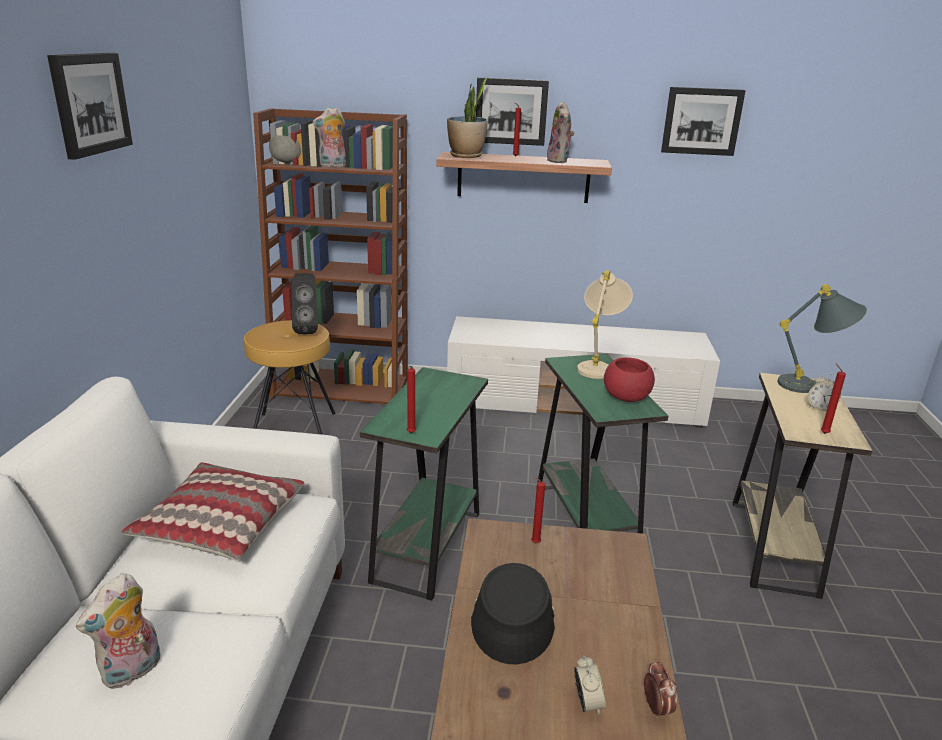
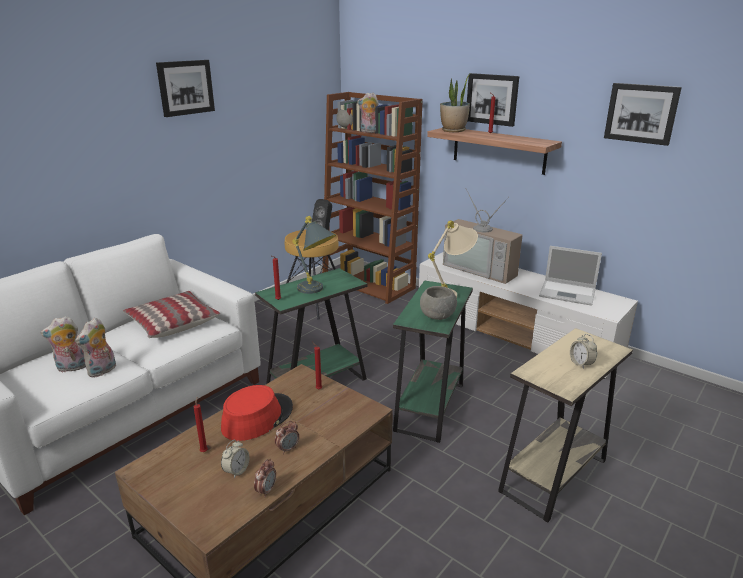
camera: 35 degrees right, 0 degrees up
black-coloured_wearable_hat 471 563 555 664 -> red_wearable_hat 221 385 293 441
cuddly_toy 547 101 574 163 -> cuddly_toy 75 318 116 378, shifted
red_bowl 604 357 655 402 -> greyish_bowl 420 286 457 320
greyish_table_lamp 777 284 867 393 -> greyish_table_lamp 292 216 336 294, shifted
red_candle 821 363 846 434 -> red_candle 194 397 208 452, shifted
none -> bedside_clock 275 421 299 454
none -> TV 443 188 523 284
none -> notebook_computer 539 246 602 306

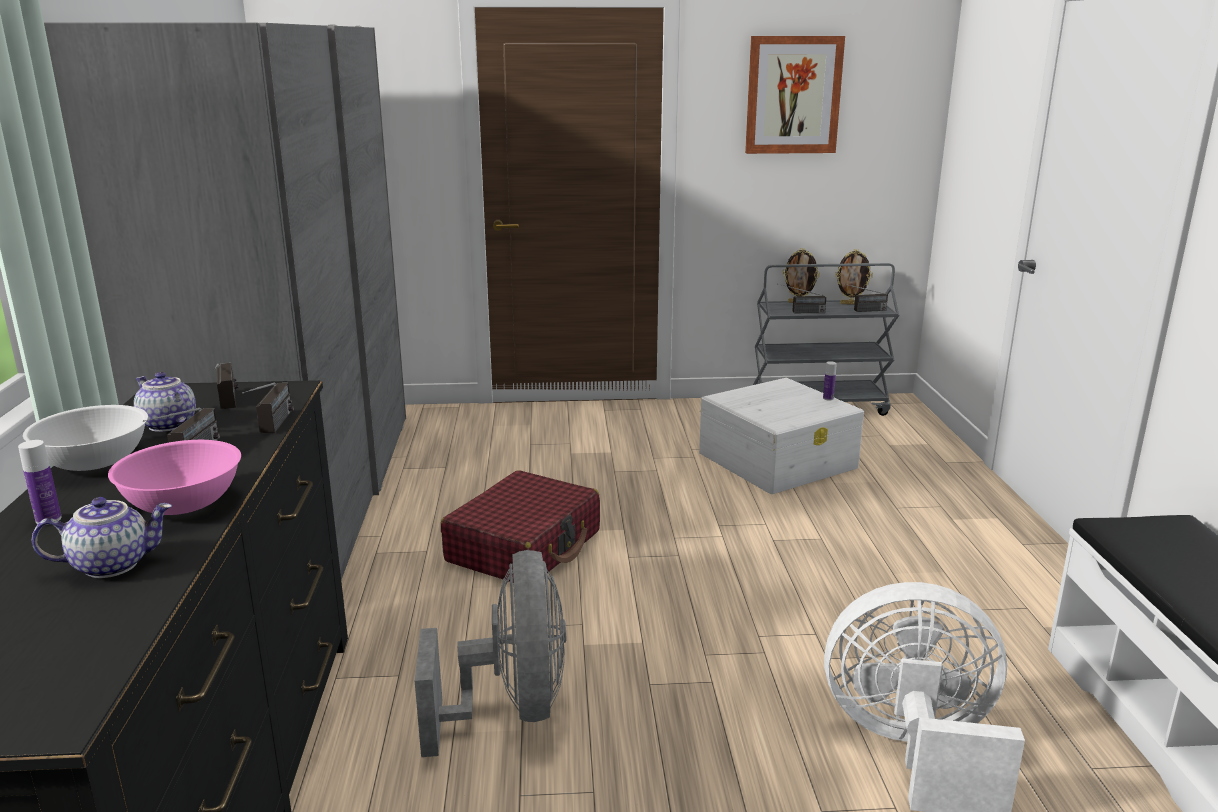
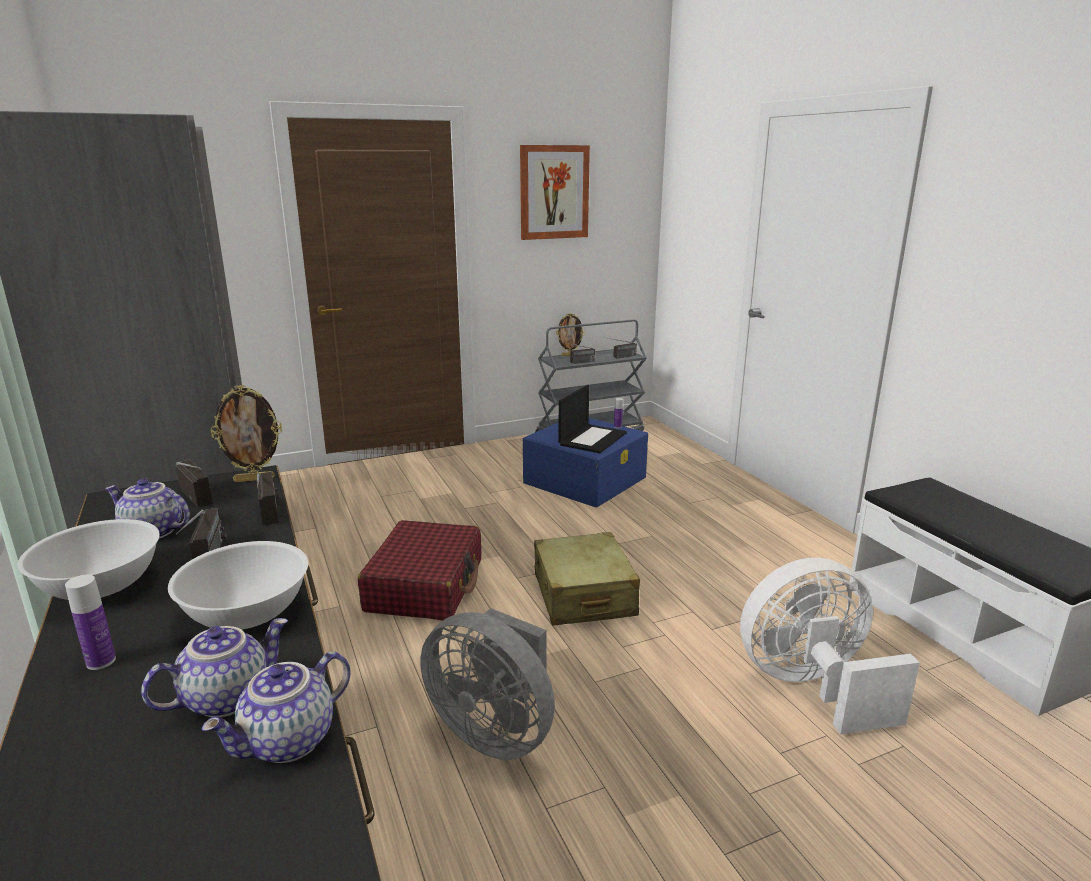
camera: 20 degrees left, 0 degrees up
pink-coloured_bowl 108 440 241 515 -> white_bowl 168 541 308 630
greyish_fan 415 550 566 757 -> greyish_fan 421 608 555 760, 150 degrees clockwise
white_storage_container 699 378 864 494 -> blue_storage_container 522 418 648 507
photo_frame 835 249 873 305 -> photo_frame 210 385 282 482, shifted
none -> teapot 202 651 351 763
none -> beige_piece_of_luggage 534 532 640 626
none -> notebook_computer 558 385 627 453

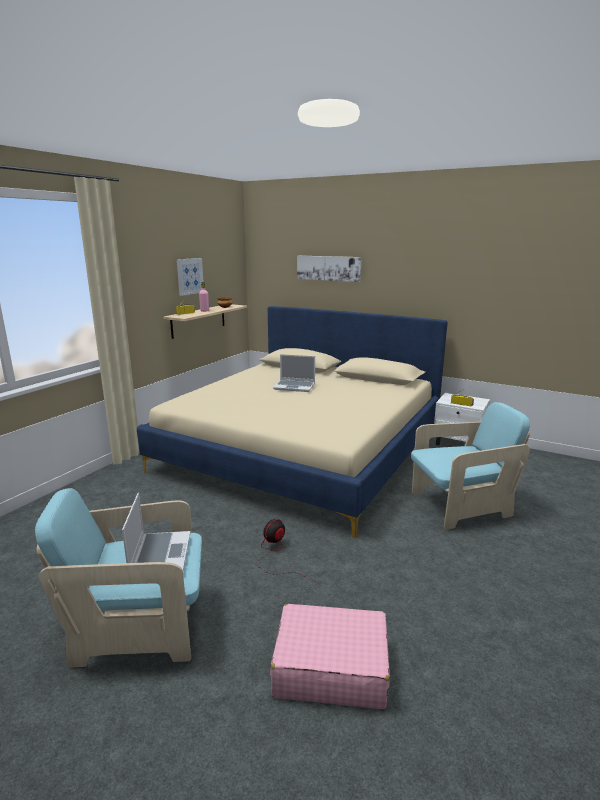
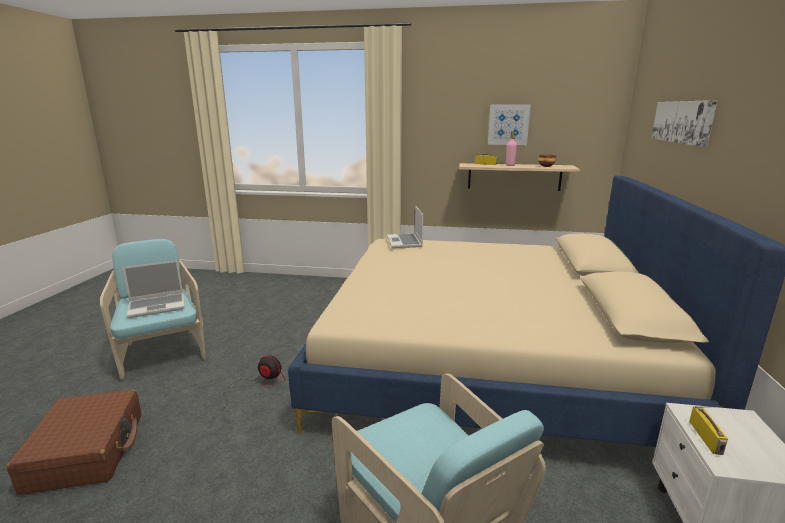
camera: 70 degrees right, 0 degrees up
pink-coloured_piece_of_luggage 270 604 390 709 -> brownish_piece_of_luggage 7 389 141 495
notebook_computer 273 354 315 392 -> notebook_computer 387 206 423 248, shifted

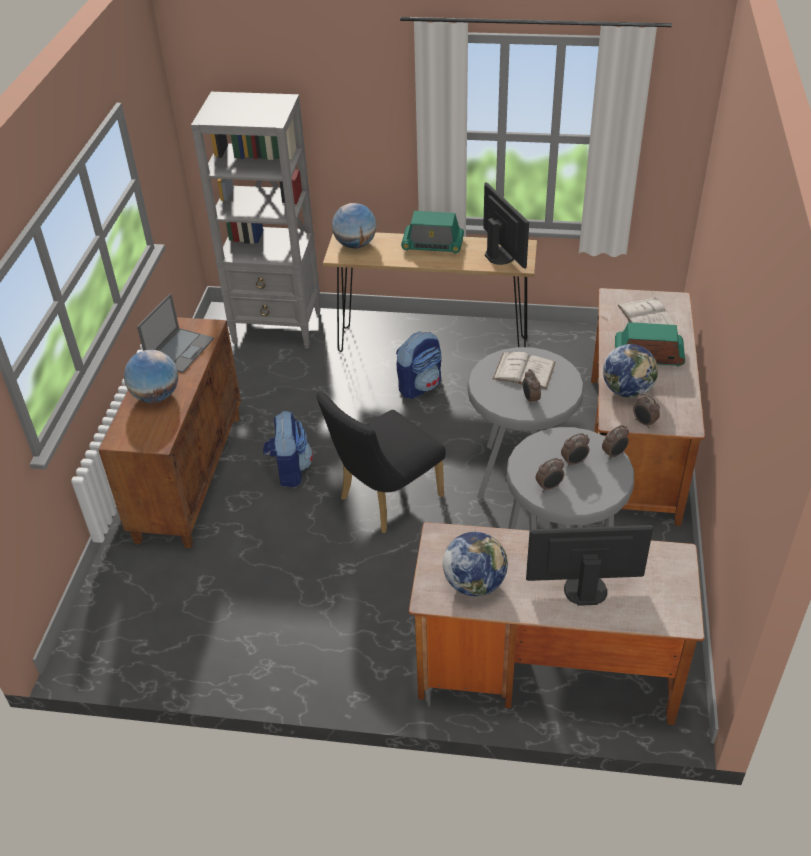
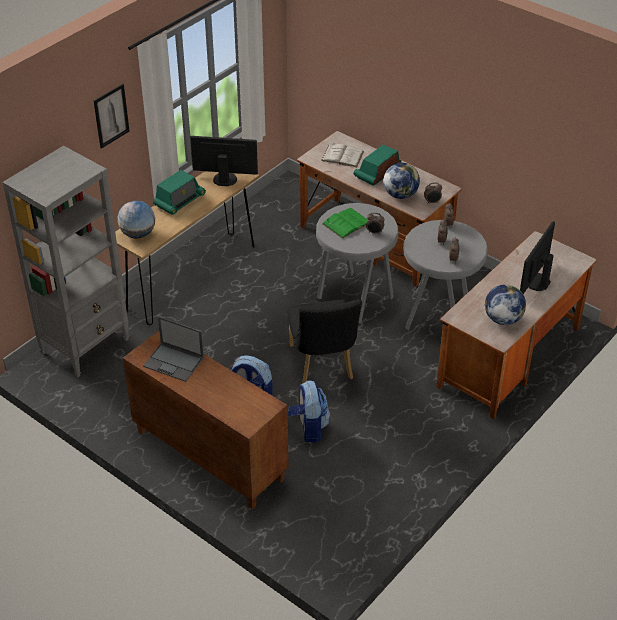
camera: 60 degrees left, 0 degrees up
world_globe 124 350 178 403 -> none
notebook_computer 137 293 214 373 -> notebook_computer 143 316 204 382, 150 degrees clockwise
knapsack 396 331 442 399 -> knapsack 288 380 330 443, shifted
white_volume 493 351 556 389 -> green_volume 322 208 368 239
none -> wall_picture 94 84 129 149

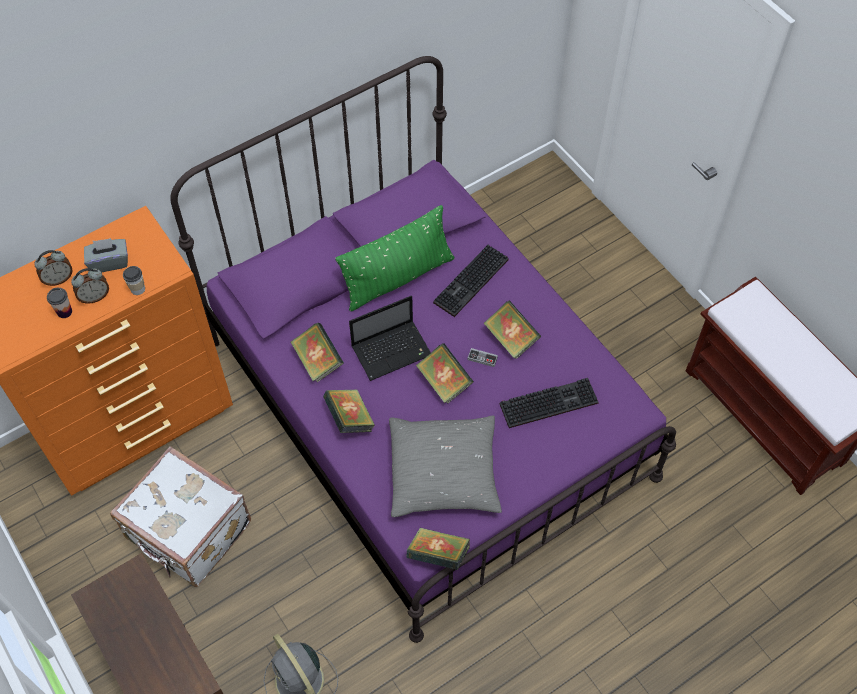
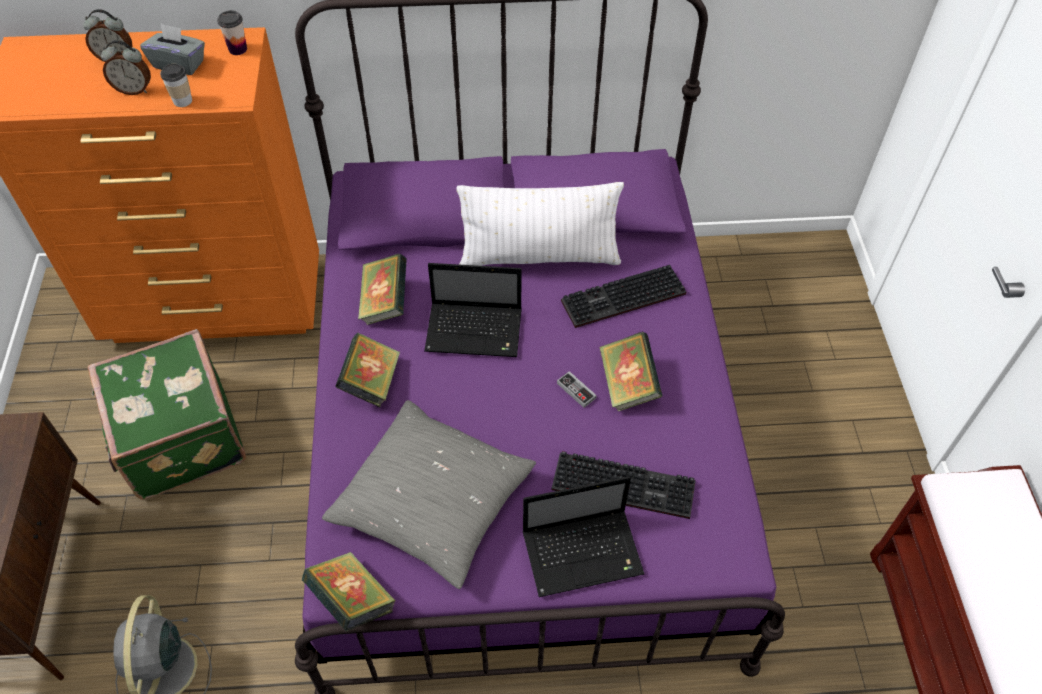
camera: 30 degrees right, 5 degrees down
cup 47 288 72 318 -> cup 217 10 247 55, shifted
white_piece_of_luggage 110 446 251 587 -> green_piece_of_luggage 88 329 246 499
green_cushion 335 205 455 311 -> white_cushion 456 182 624 266
volume 416 344 474 404 -> none
none -> notebook_computer 522 476 644 597

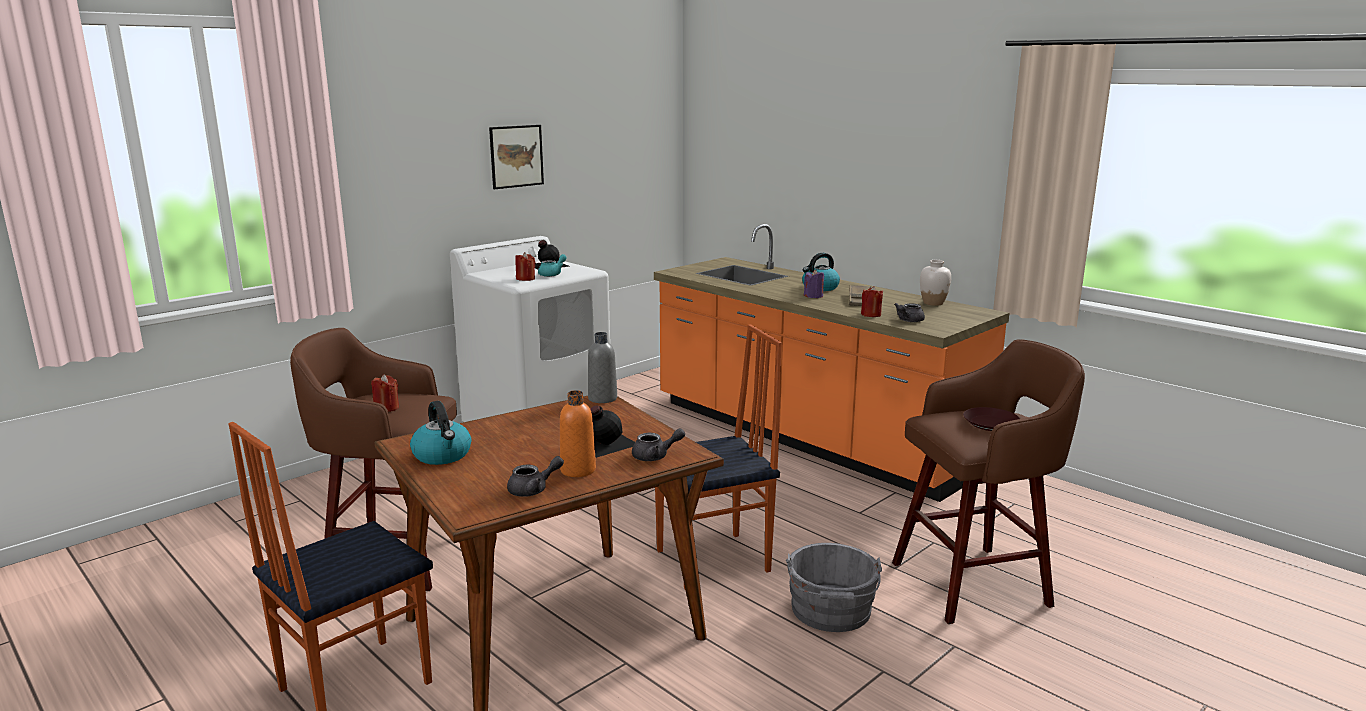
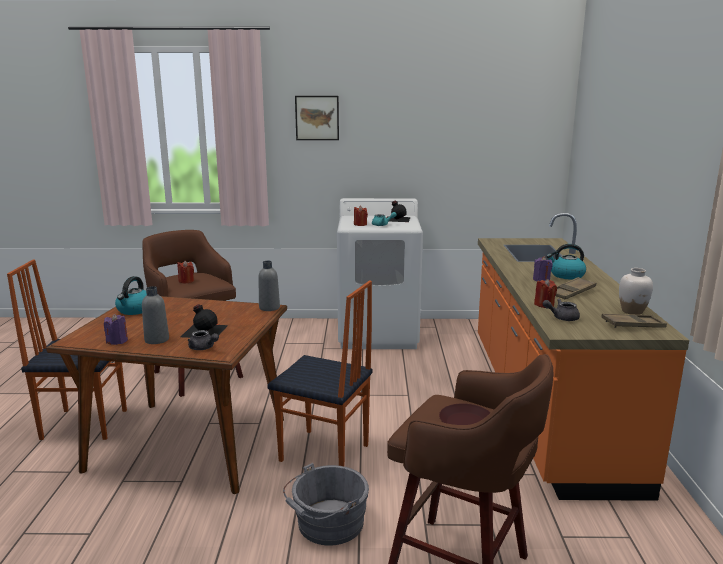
camera: 45 degrees right, 0 degrees up
wall_picture 489 125 544 189 -> wall_picture 295 96 339 140, shifted
greyish_teapot 507 456 564 497 -> purple_candle 104 314 128 345
orange-coloured_drink_bottle 560 390 596 477 -> greyish_drink_bottle 142 286 169 344
none -> brownish_serving_tray 602 313 667 328

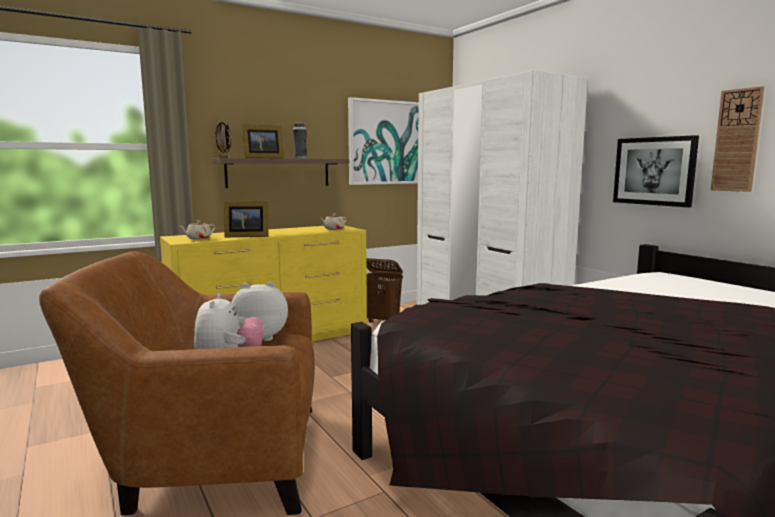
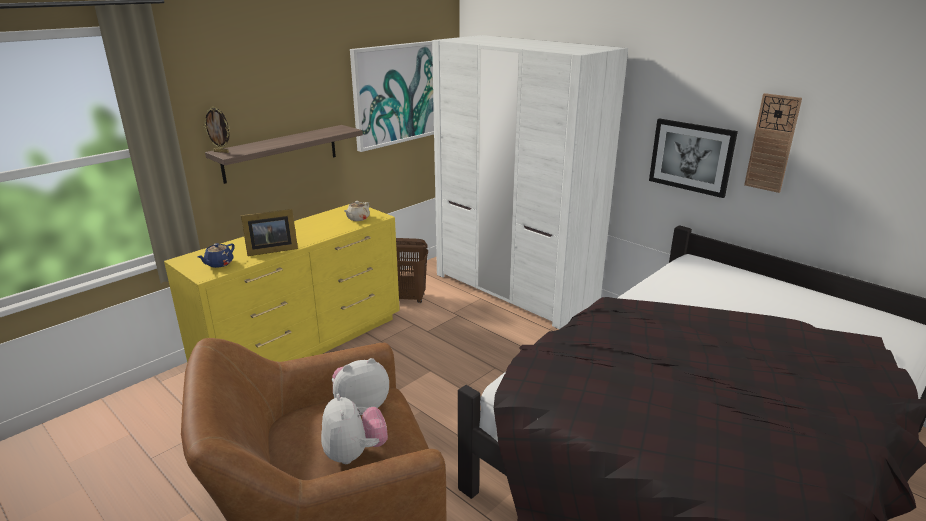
camera: 15 degrees left, 15 degrees up
beige_teapot 179 220 215 240 -> blue_teapot 198 243 235 268
photo_frame 242 124 284 158 -> none
flower_vase 293 123 307 159 -> none

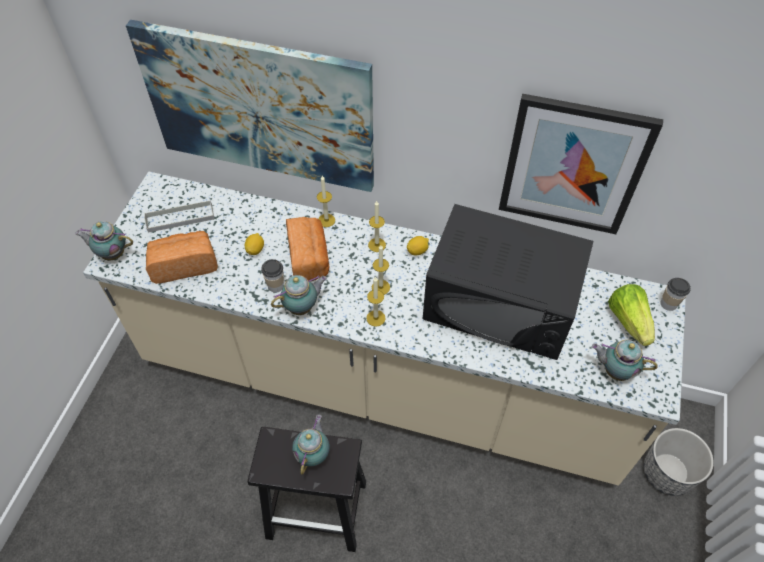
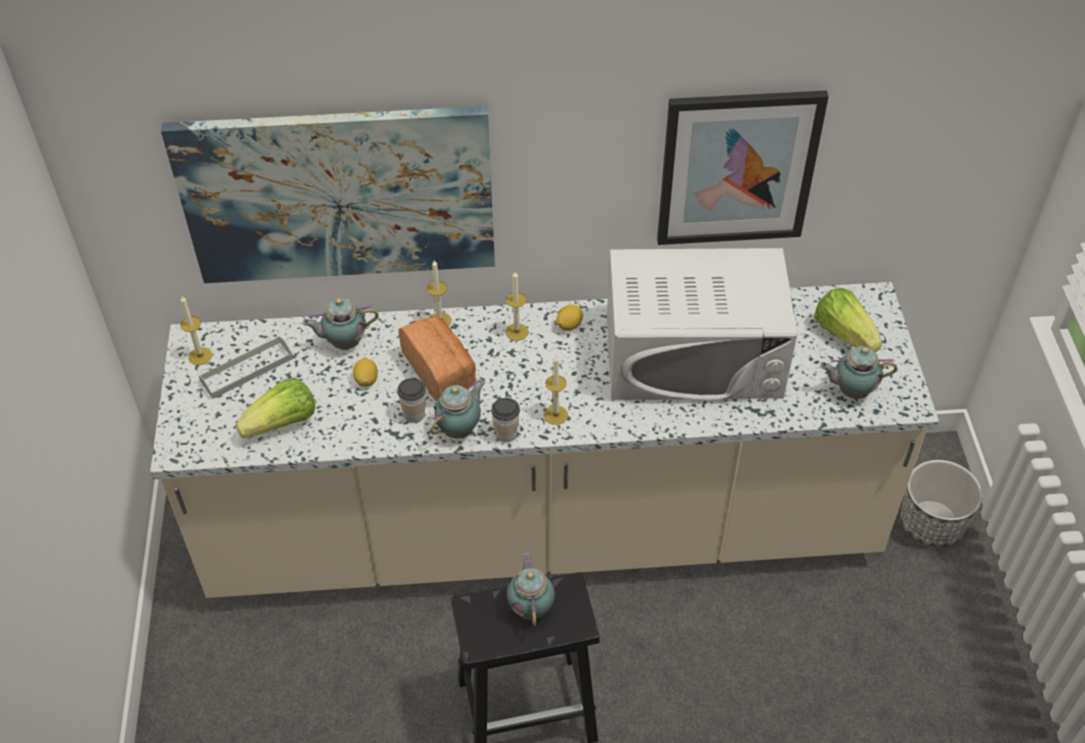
camera: 20 degrees left, 5 degrees down
teapot 75 221 133 260 -> teapot 302 298 379 349, shifted
baked_bread 146 231 218 284 -> head_of_lettuce 236 378 315 438
candle 372 245 390 295 -> candle 180 296 212 365, shifted
black-coloured_microwave_oven 423 204 594 360 -> white_microwave_oven 607 248 798 400
cup 660 278 691 311 -> cup 491 398 520 442, shifted

